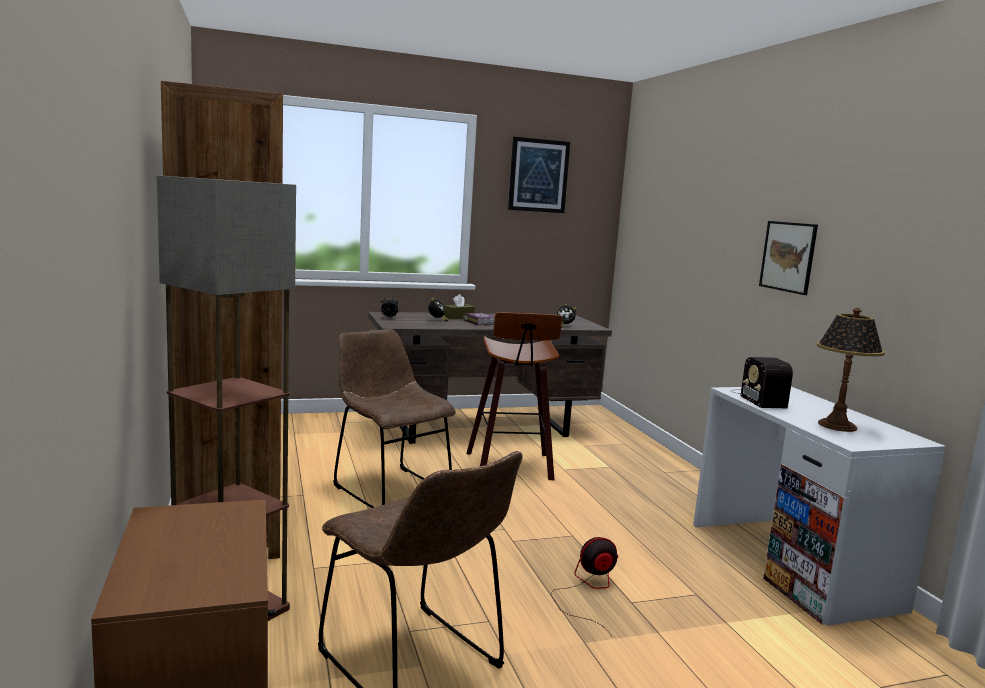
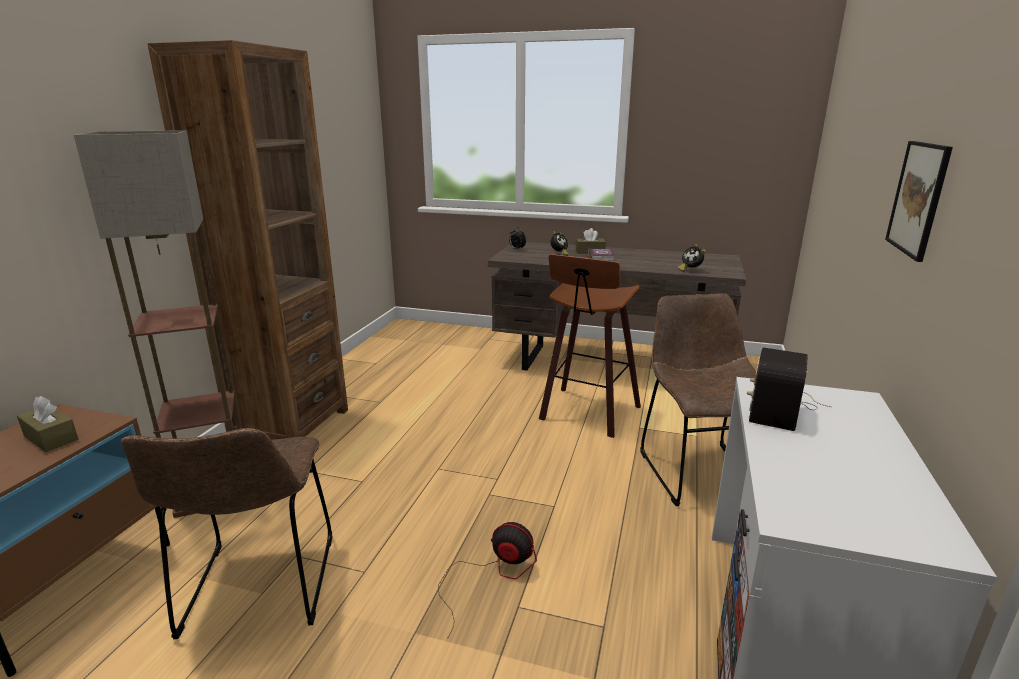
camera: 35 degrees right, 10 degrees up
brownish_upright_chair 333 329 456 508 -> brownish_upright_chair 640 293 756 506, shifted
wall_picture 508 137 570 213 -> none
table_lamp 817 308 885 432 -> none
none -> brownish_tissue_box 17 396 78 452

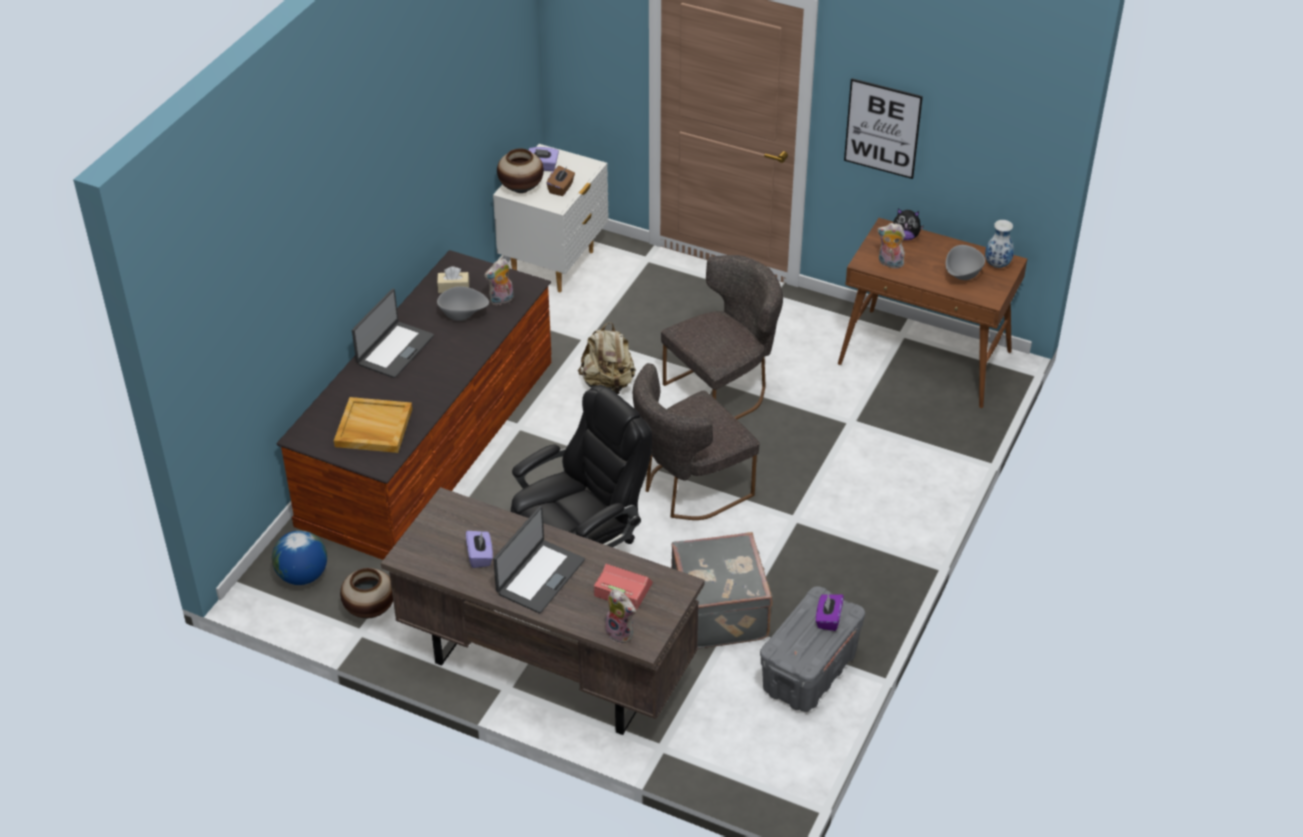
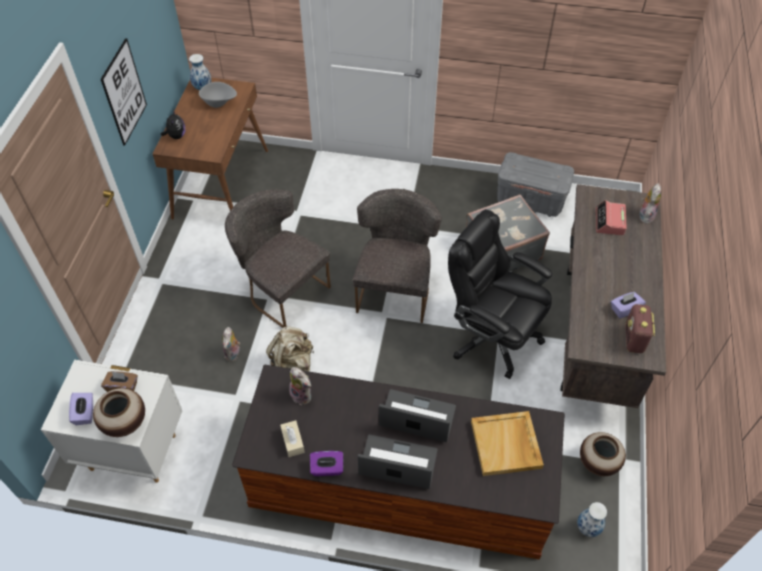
camera: 105 degrees left, 10 degrees up
world_globe 272 530 327 585 -> flower_vase 577 502 607 537
greyish_bowl 437 286 489 321 -> none
notebook_computer 493 506 585 614 -> notebook_computer 379 389 456 442, shifted
greyish_upright_chair 633 363 759 520 -> greyish_upright_chair 353 189 442 323, 120 degrees counterclockwise
purple_tissue_box 816 594 844 631 -> purple_tissue_box 310 451 343 476, shifted
cuddly_toy 877 223 905 269 -> cuddly_toy 222 327 240 361, shifted
none -> radio 625 304 655 353

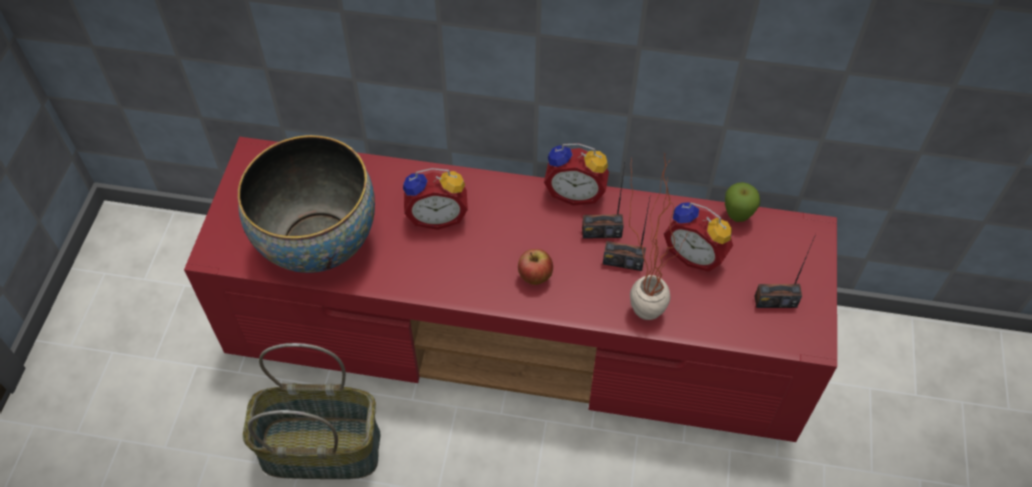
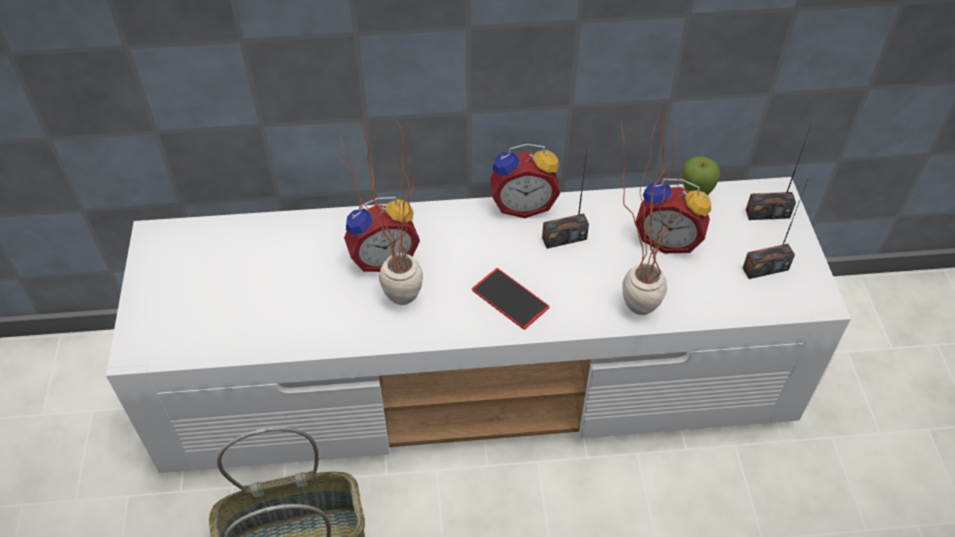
camera: 15 degrees left, 5 degrees down
red_tv_stand 184 137 837 442 -> white_tv_stand 106 177 851 473
bowl 238 135 375 273 -> none
apple_fruit 518 249 553 285 -> handset 472 268 550 330
radio 603 199 650 271 -> radio 746 127 811 220, shifted
none -> houseplant 337 105 423 305

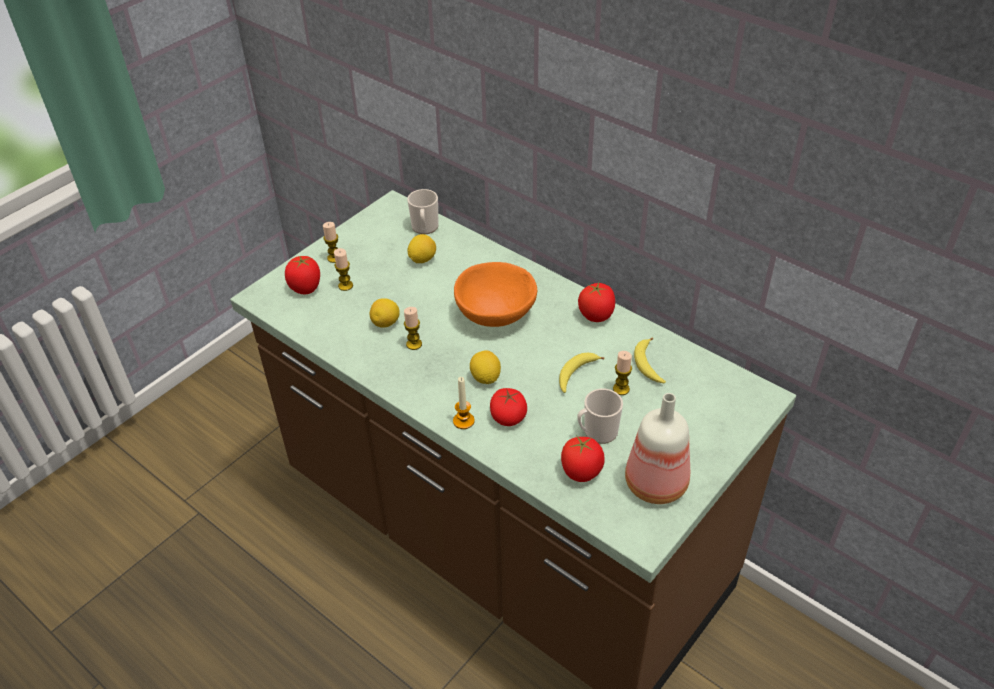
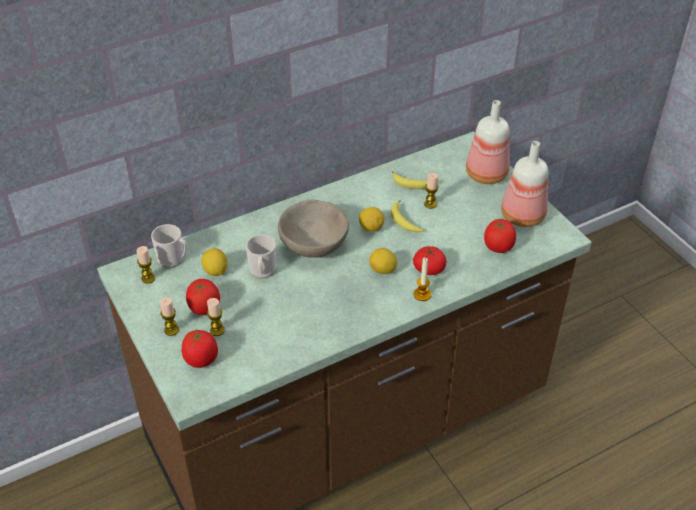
camera: 70 degrees left, 0 degrees up
lemon 370 298 400 328 -> lemon 359 207 384 232, shifted
candle 404 307 422 350 -> candle 137 246 155 284, shifted
orange-coloured_bowl 454 262 537 327 -> beige_bowl 278 199 349 258
coffee_mug 577 389 623 444 -> coffee_mug 246 234 276 278, shifted
whole_tomato 578 283 615 322 -> whole_tomato 186 279 220 315, shifted
none -> drink_bottle 466 100 510 184

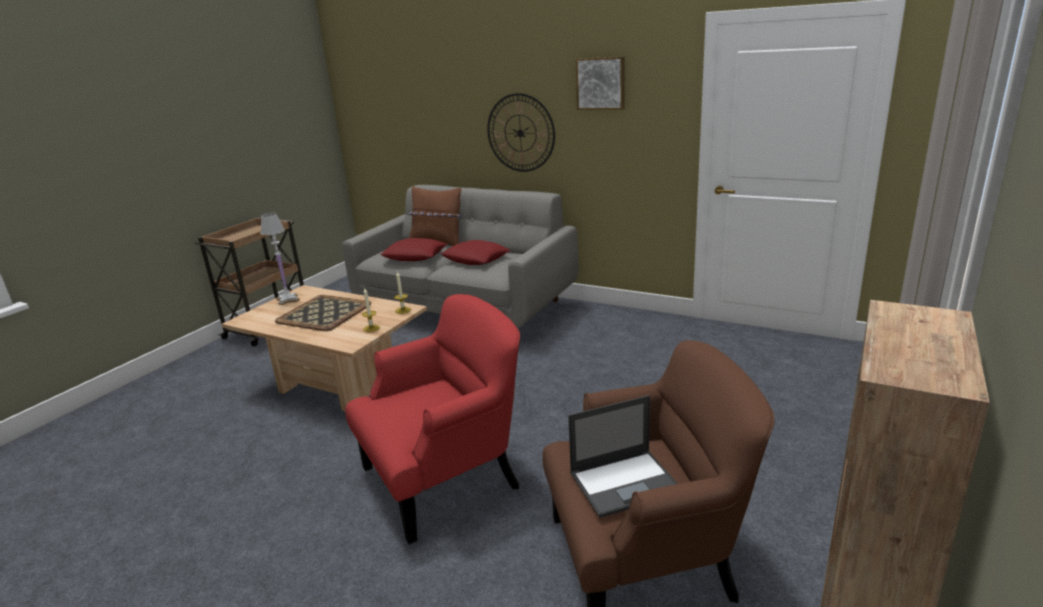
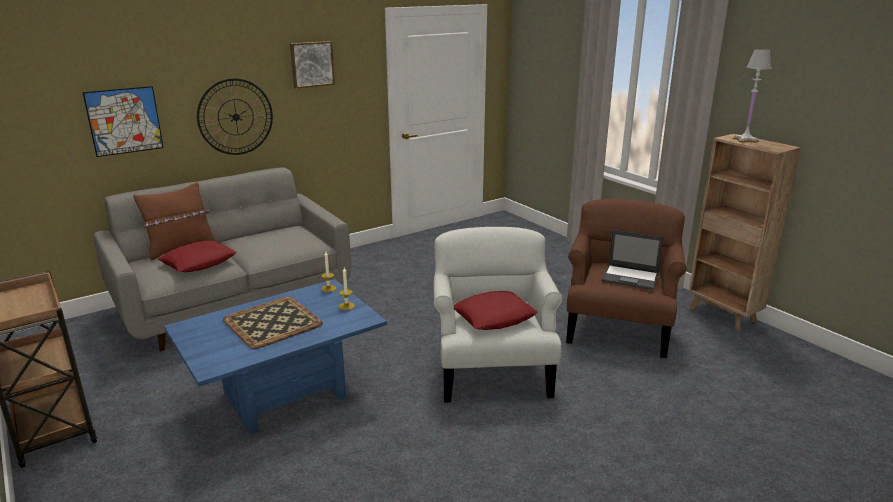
camera: 65 degrees left, 0 degrees up
beige_low_table 222 285 427 411 -> blue_low_table 164 279 387 434
white_table_lamp 261 213 300 305 -> white_table_lamp 733 49 772 143, shifted
red_armchair 345 294 520 544 -> white_armchair 434 227 562 403
red_cushion 441 240 510 265 -> red_cushion 454 291 538 330, shifted
notebook_computer 568 395 677 518 -> notebook_computer 601 230 664 290, 105 degrees clockwise
none -> wall_picture 82 86 164 157

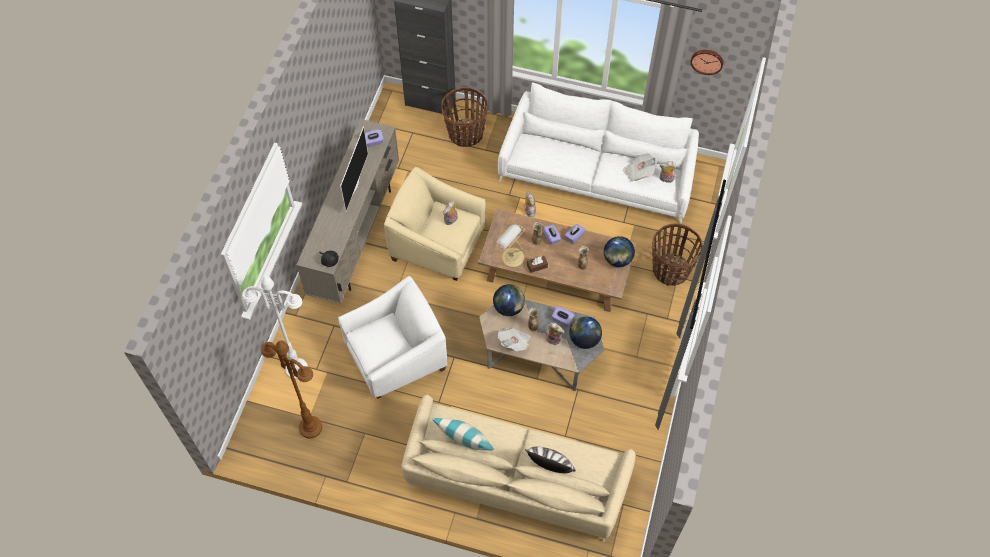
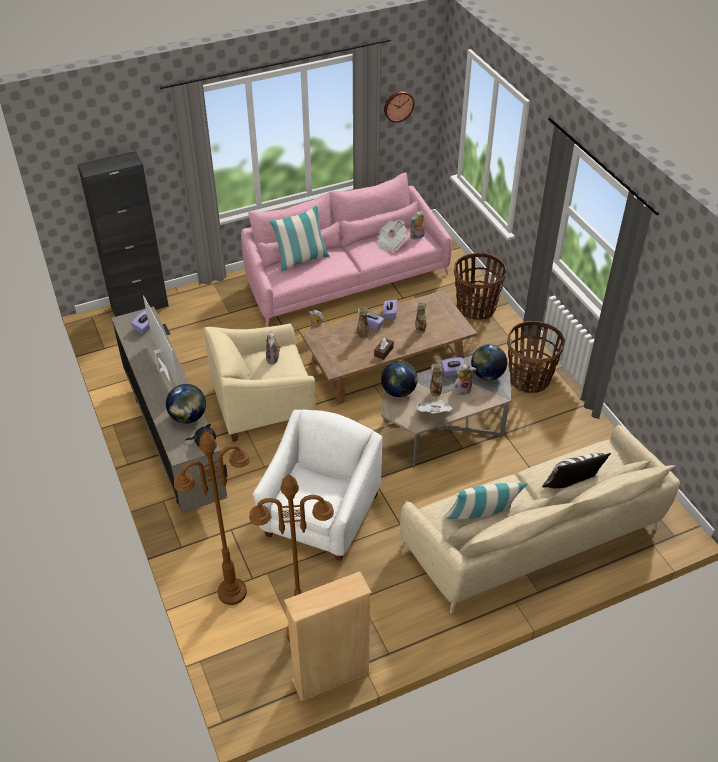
camera: 40 degrees left, 15 degrees down
white_standard_lamp 242 276 308 380 -> brownish_standard_lamp 174 431 250 605
basket 441 87 488 147 -> basket 507 321 565 393, shifted
table_lamp 497 224 525 267 -> none
white_settee 498 82 699 224 -> pink-coloured_settee 241 172 452 327
world_globe 604 236 635 267 -> world_globe 166 384 206 424, shifted
none -> cushion 269 205 330 271
none -> beige_shelving_unit 284 571 372 702

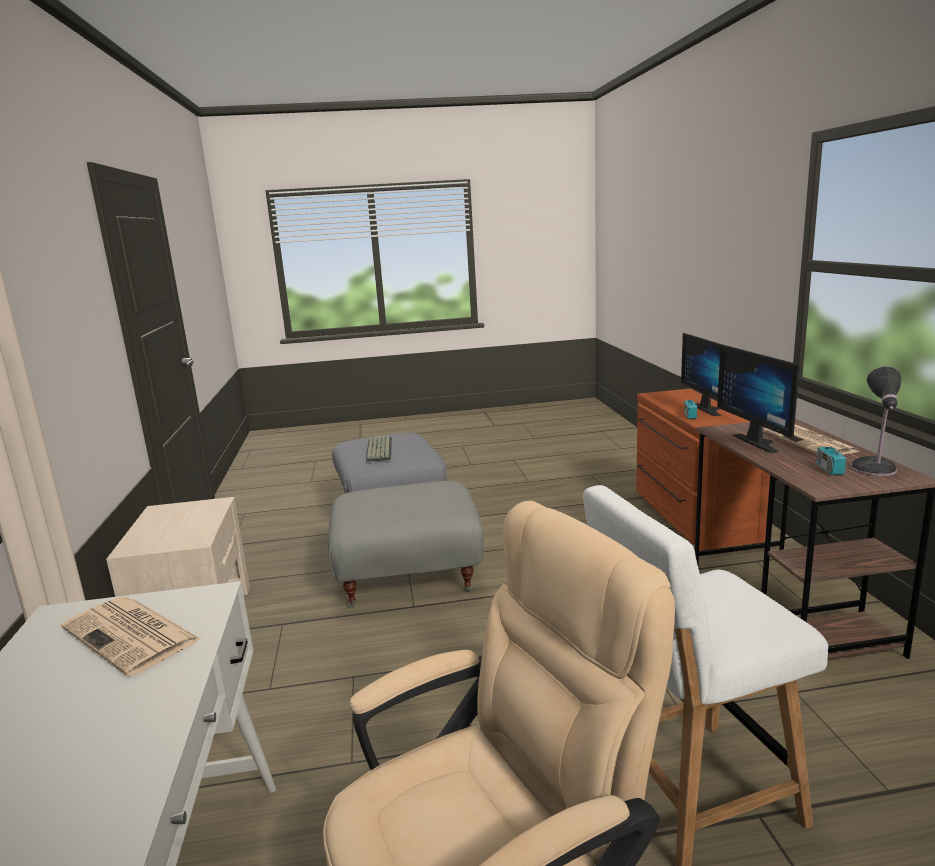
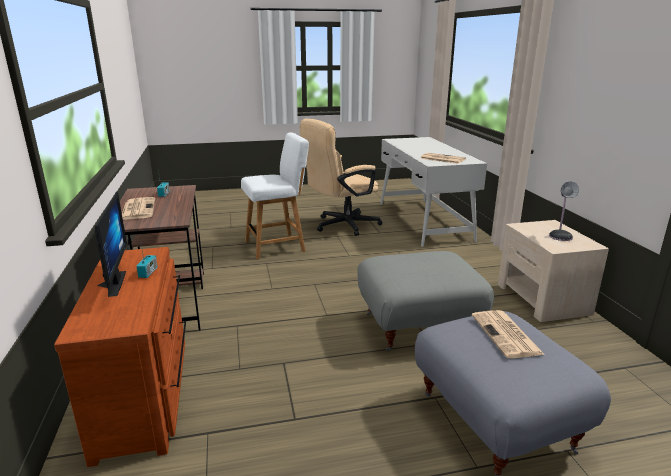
camera: 175 degrees right, 5 degrees up
computer_keyboard 366 435 392 462 -> daily_paper 472 310 545 358
computer_screen 717 344 800 453 -> none
table_lamp 851 366 901 476 -> table_lamp 549 182 579 241, shifted

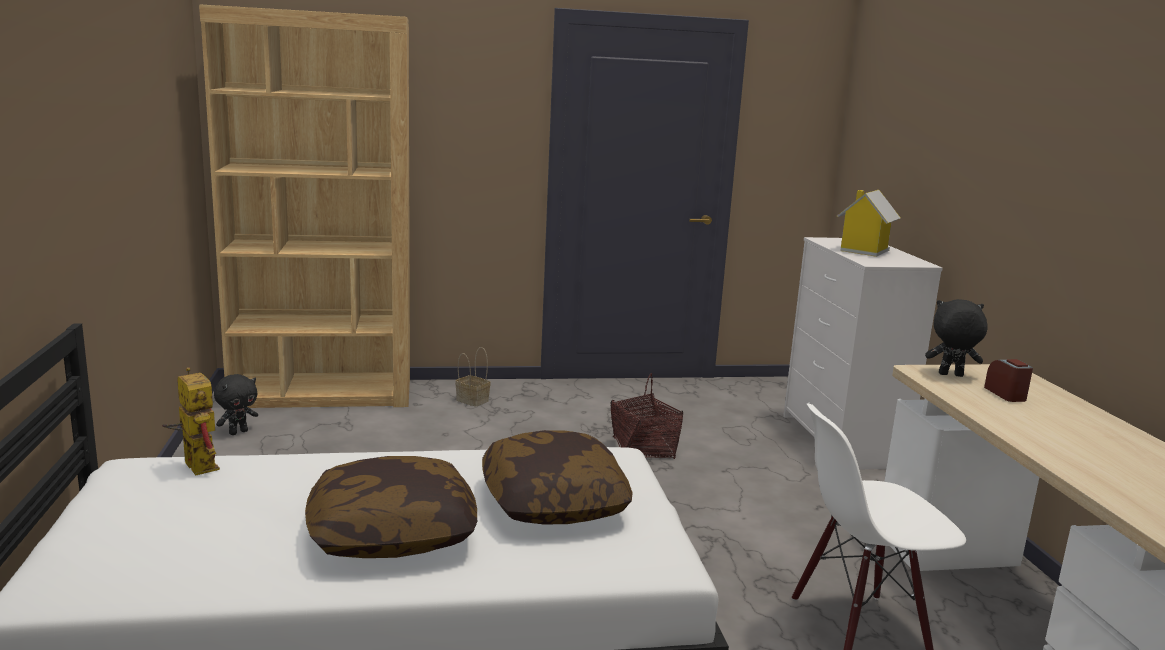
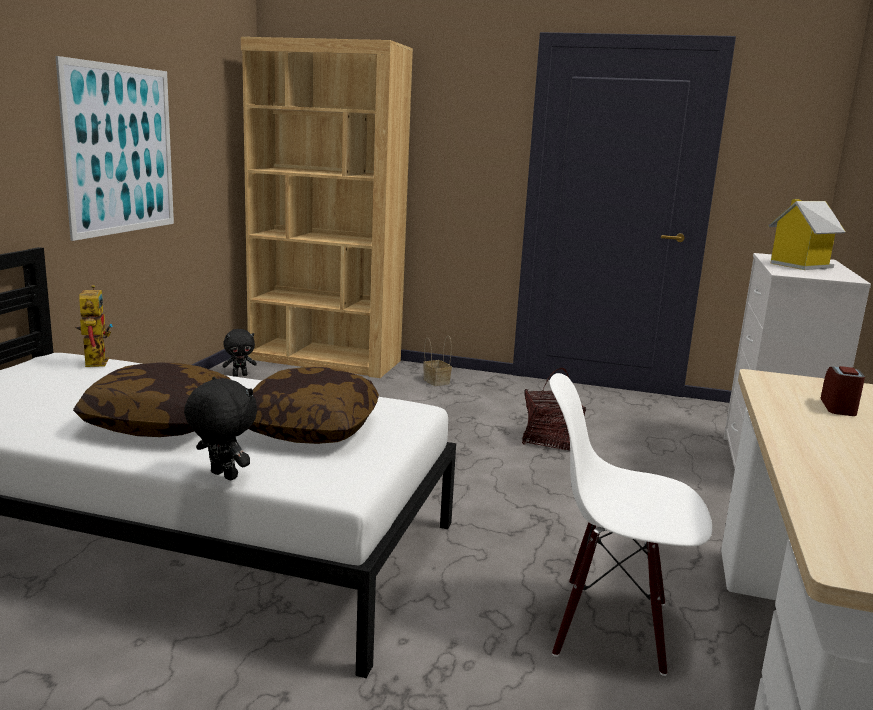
camera: 25 degrees right, 0 degrees up
black-coloured_cuddly_toy 925 299 988 377 -> black-coloured_cuddly_toy 184 377 257 480, shifted
none -> wall_picture 55 56 174 241

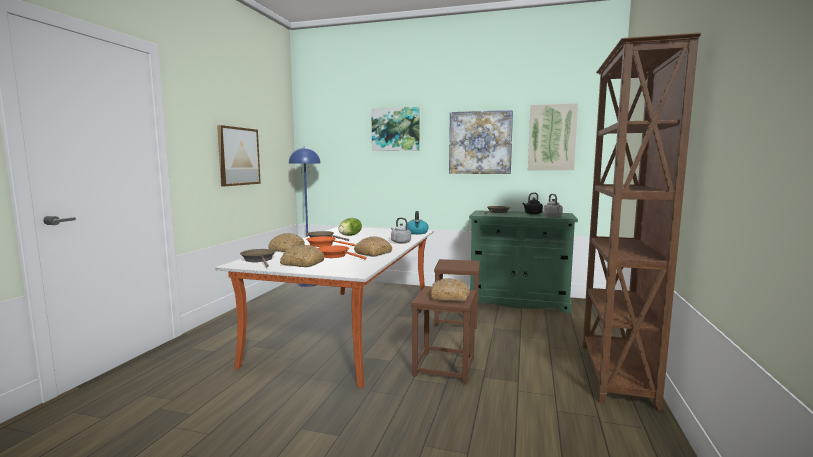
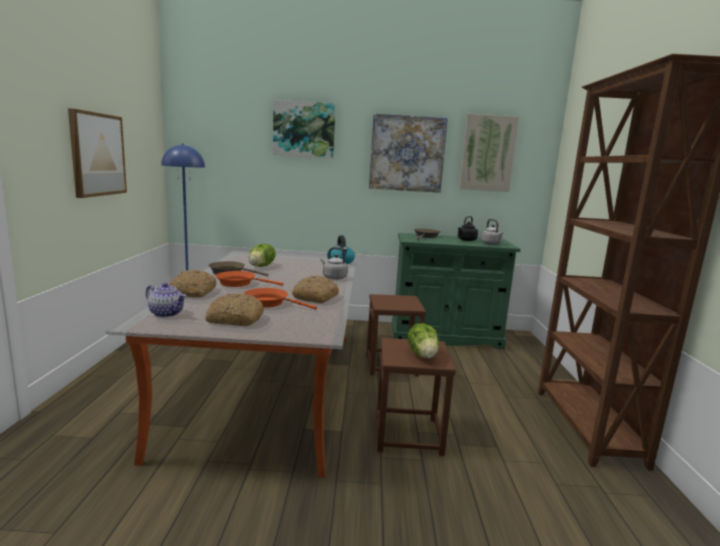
camera: 15 degrees left, 5 degrees up
brownish_frying_pan 240 249 276 267 -> teapot 146 283 186 317
baked_bread 431 278 470 302 -> head_of_lettuce 408 323 439 358

